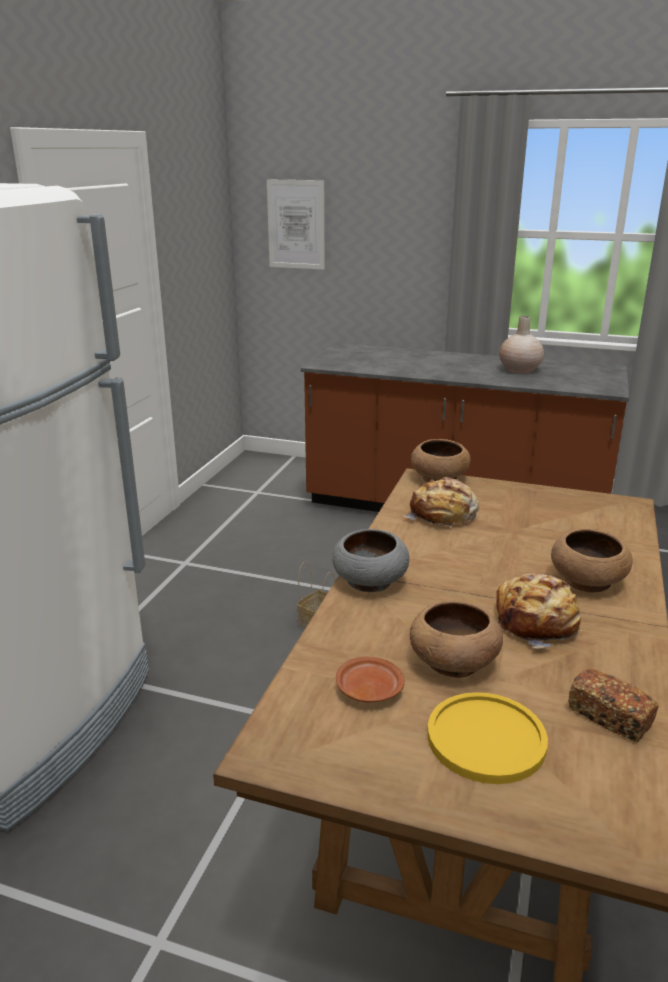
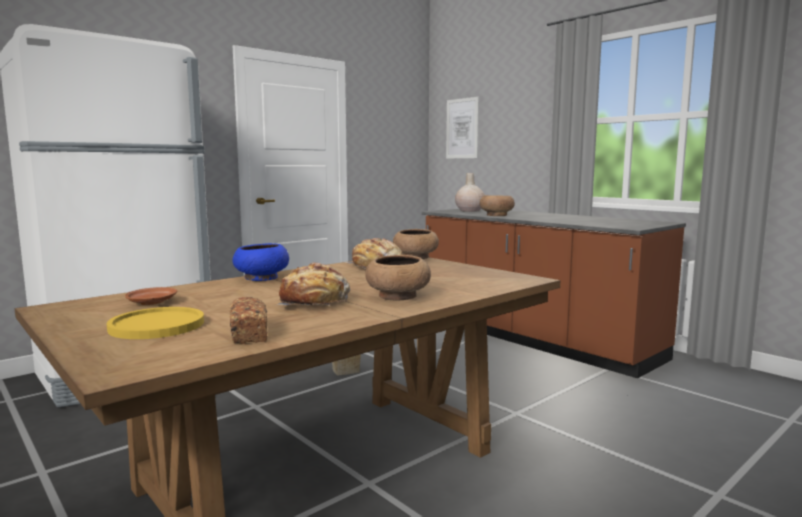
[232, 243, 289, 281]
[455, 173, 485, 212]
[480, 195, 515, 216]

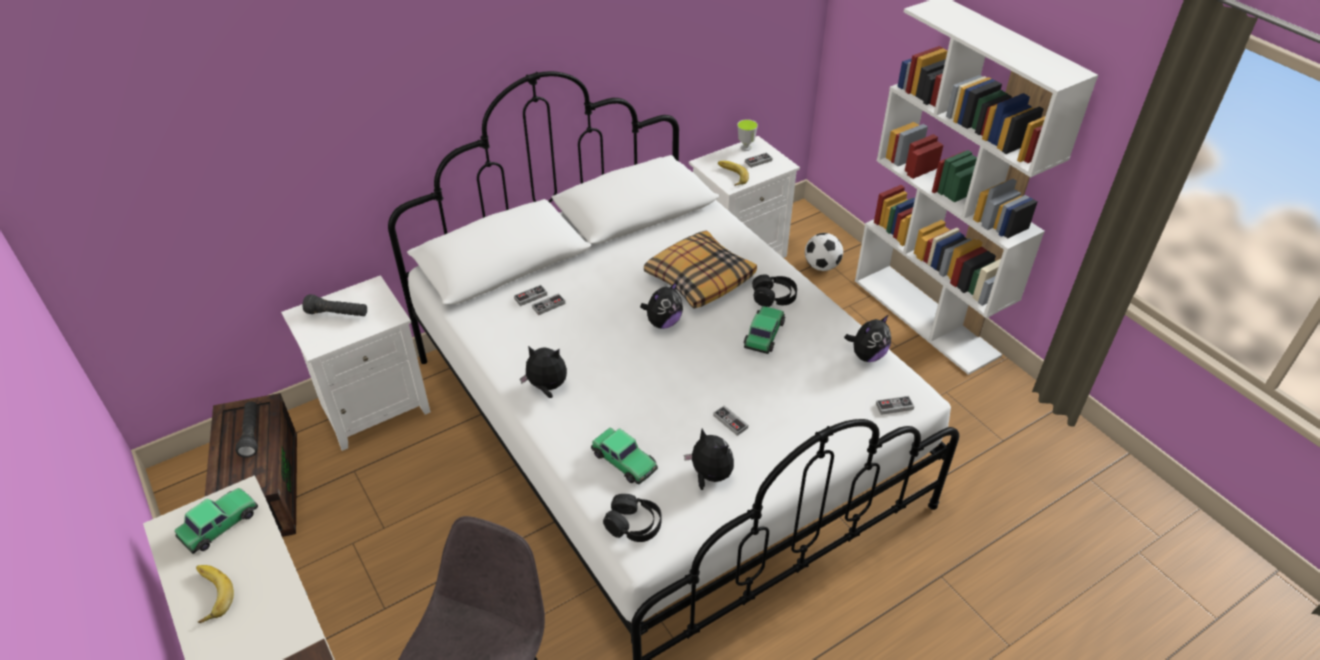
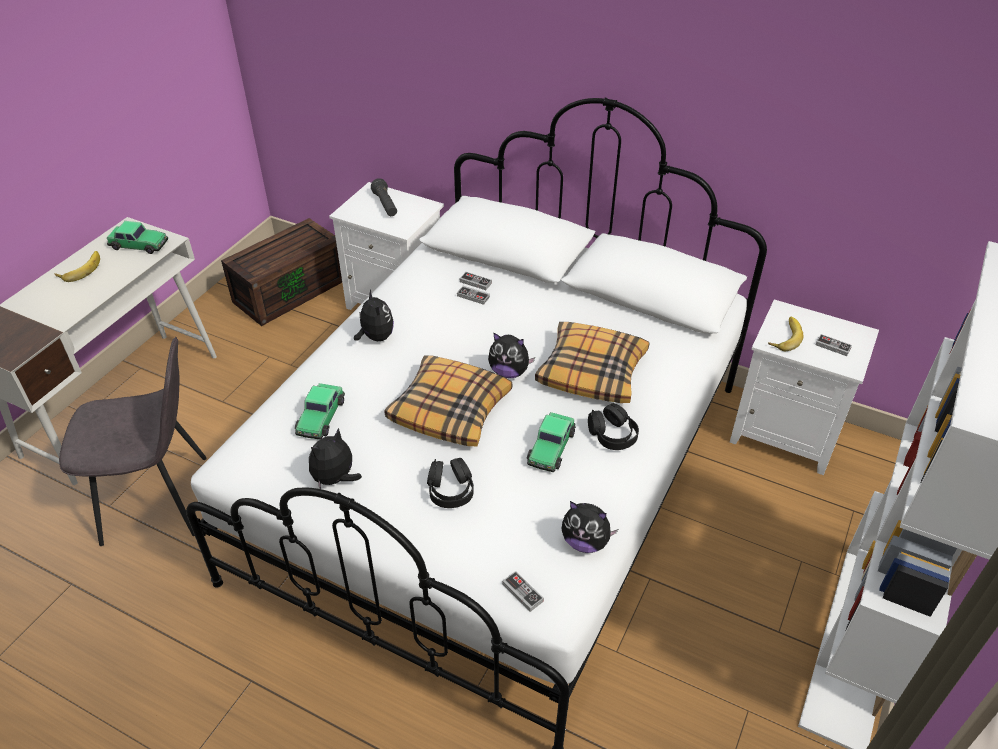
[309, 428, 362, 489]
[385, 355, 512, 446]
[427, 458, 474, 508]
[526, 412, 576, 472]
[235, 401, 258, 458] (first image)
[713, 405, 748, 436] (first image)
[737, 119, 758, 151] (first image)
[805, 233, 843, 271] (first image)

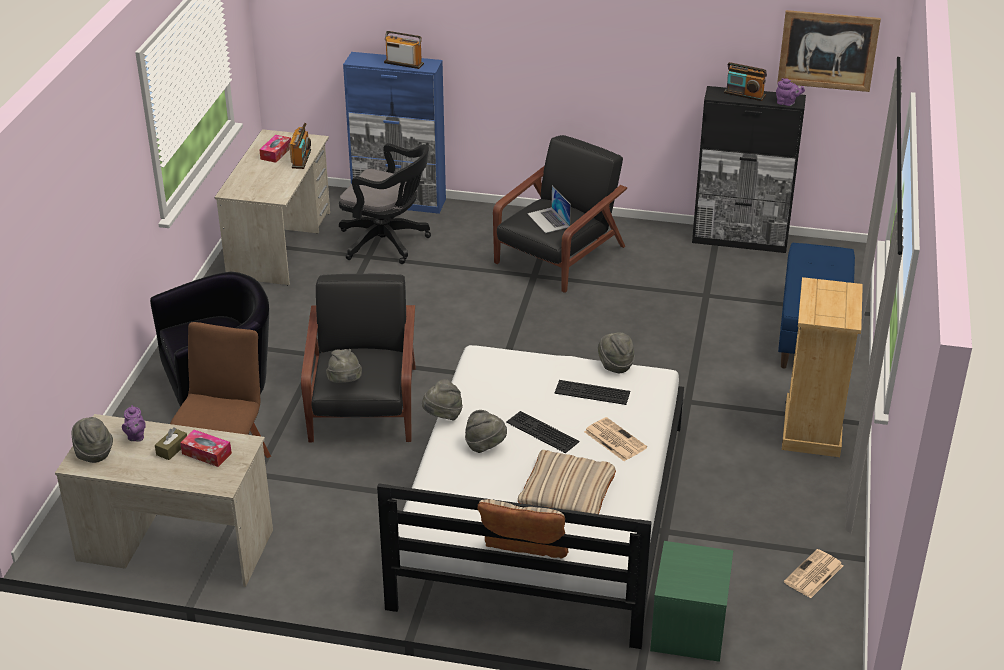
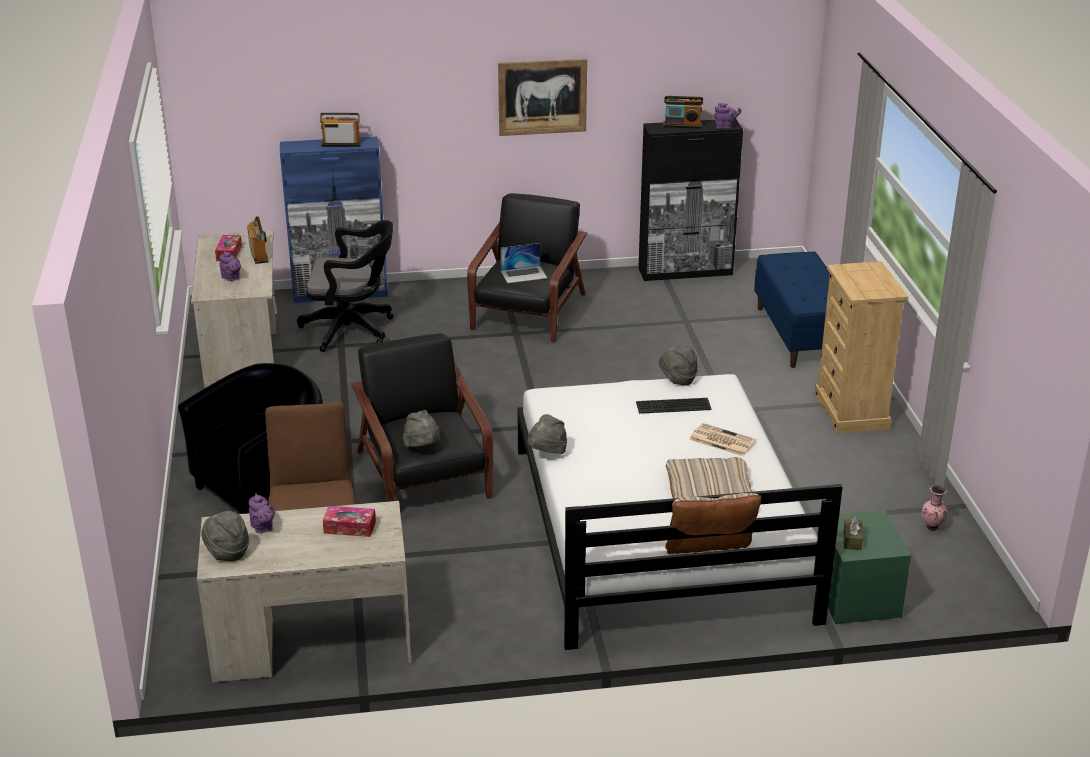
[219, 251, 241, 281]
[498, 59, 587, 136]
[500, 243, 547, 283]
[844, 516, 863, 550]
[922, 485, 947, 531]
[465, 410, 507, 453] (first image)
[506, 411, 580, 453] (first image)

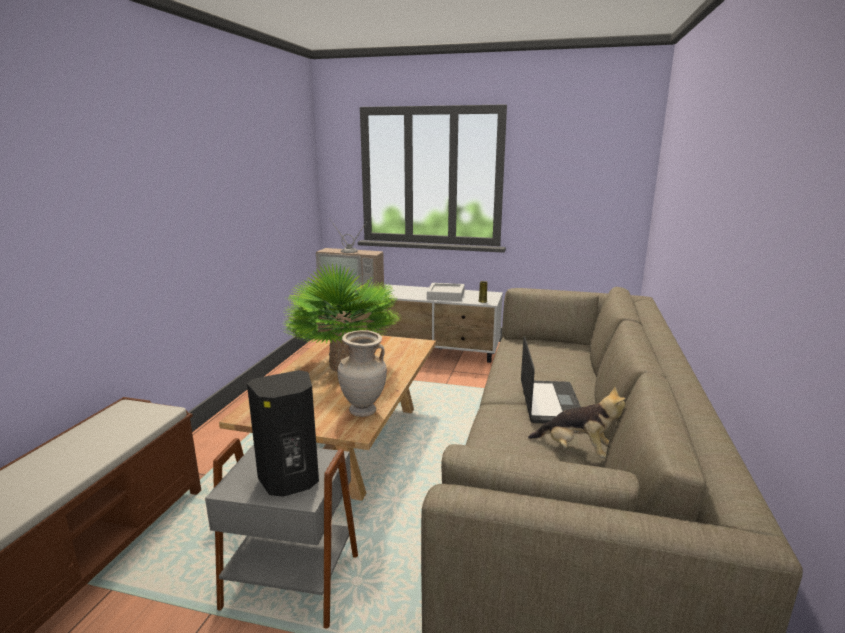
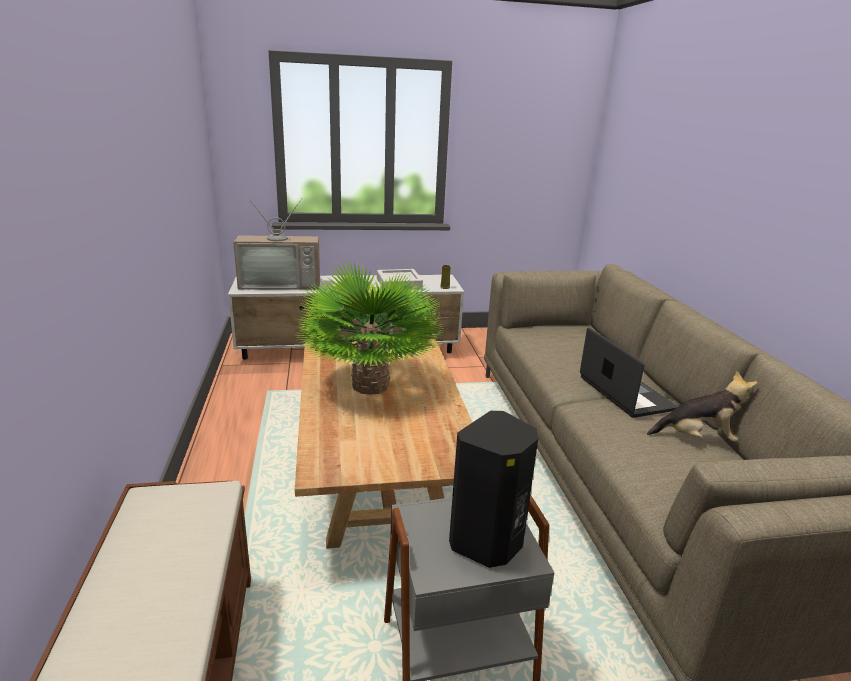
[337, 330, 387, 417] (first image)

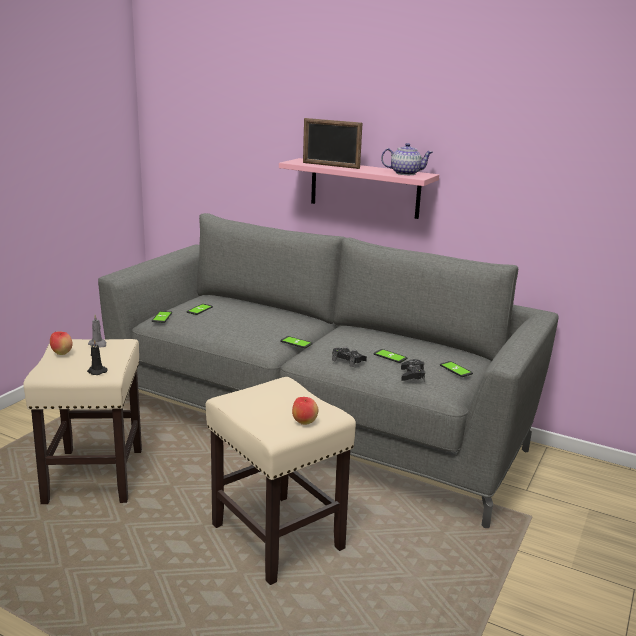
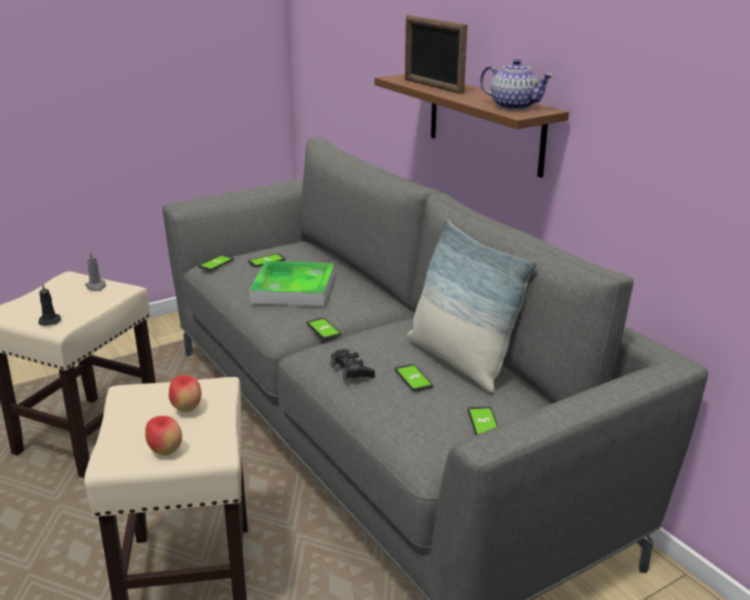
[169, 375, 201, 412]
[249, 261, 334, 307]
[375, 74, 569, 178]
[407, 219, 537, 393]
[401, 359, 425, 381] (first image)

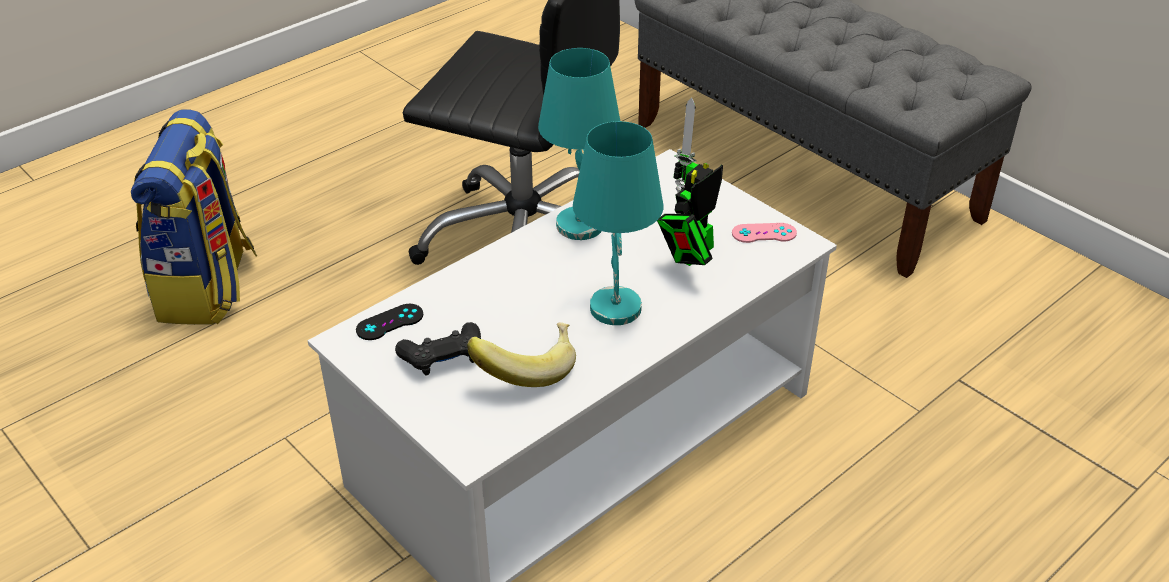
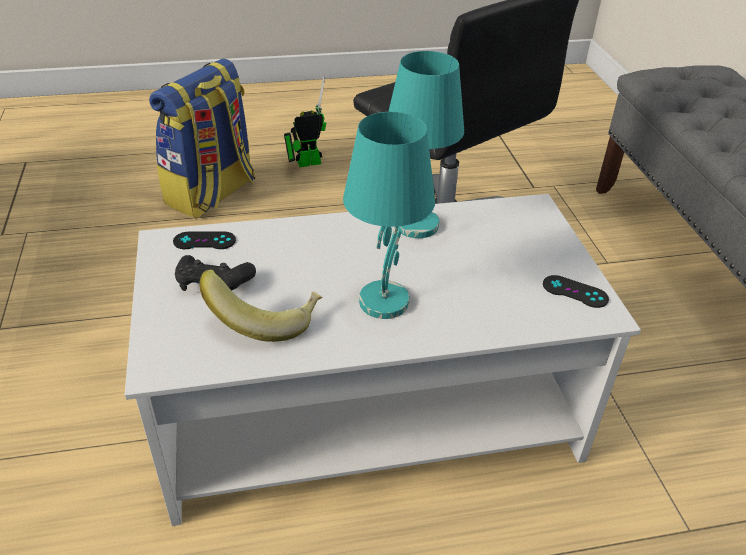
[284, 76, 326, 167]
[543, 275, 609, 308]

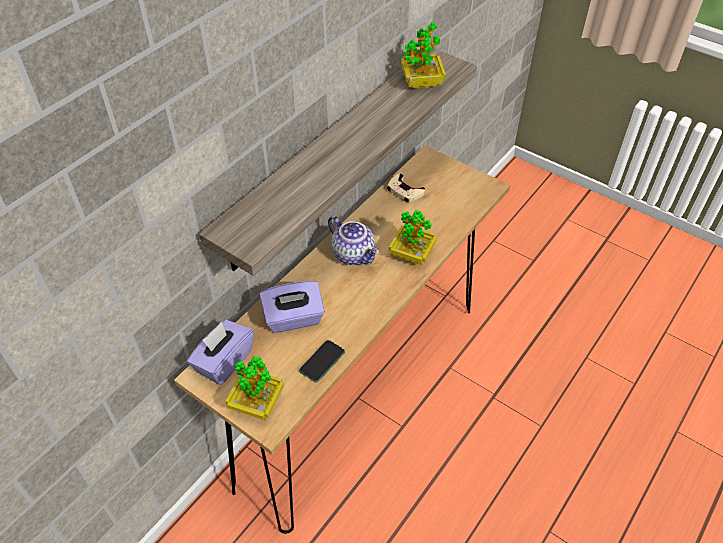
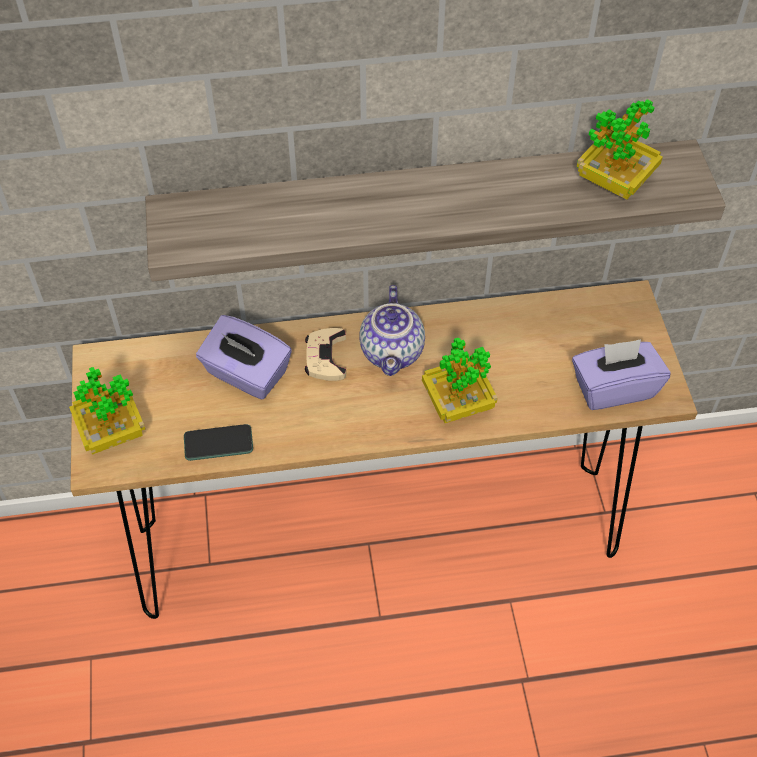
[305, 328, 346, 381]
[572, 339, 671, 410]

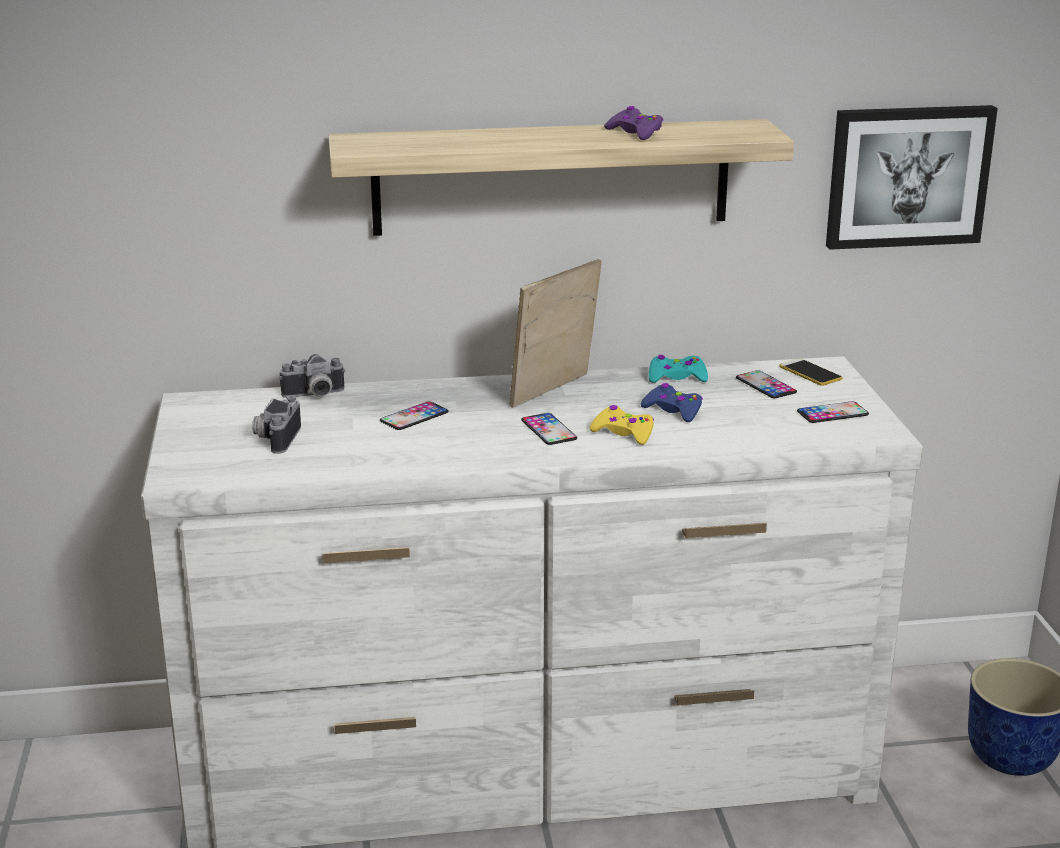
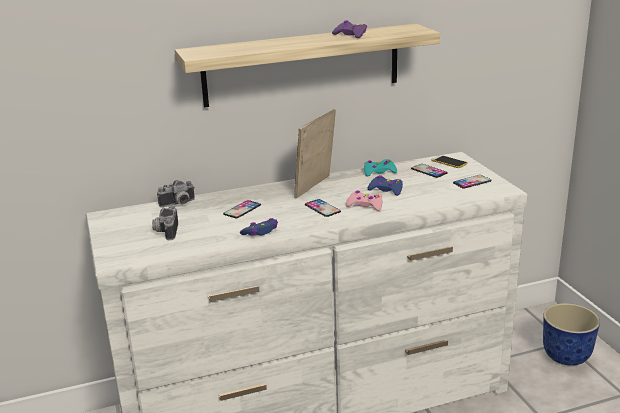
[240, 218, 278, 236]
[346, 190, 382, 211]
[826, 105, 998, 250] (first image)

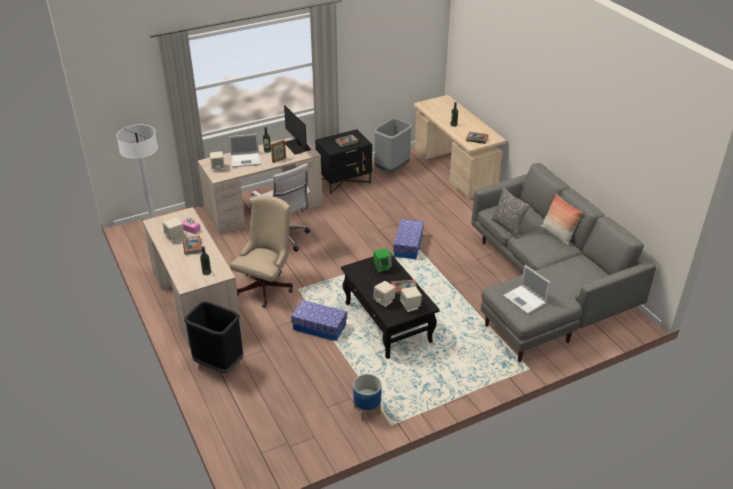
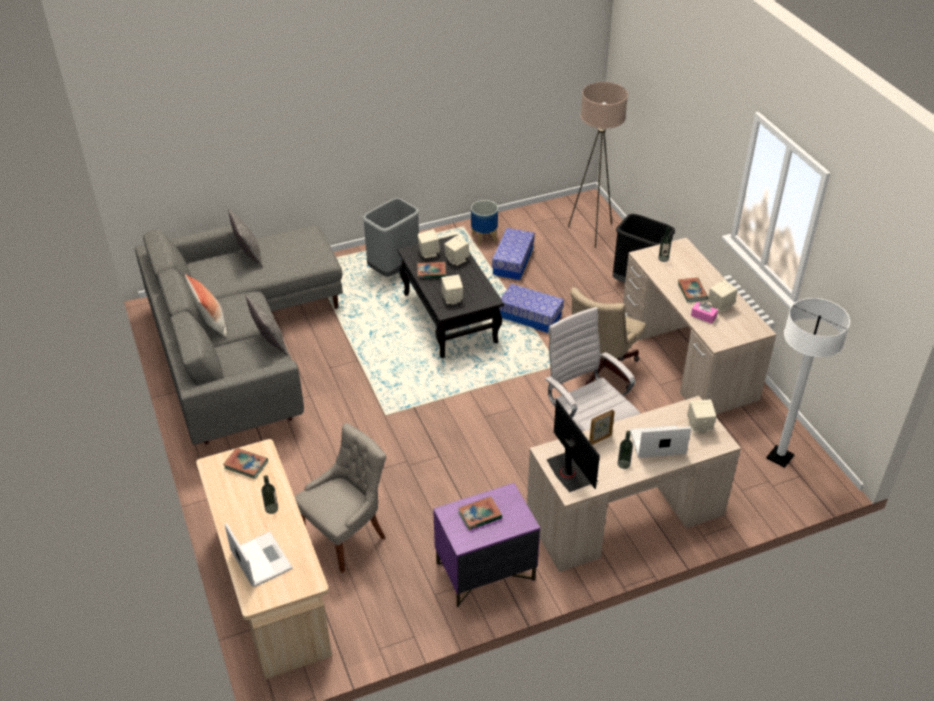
[224, 523, 293, 587]
[228, 209, 263, 267]
[294, 423, 386, 573]
[362, 198, 420, 277]
[433, 483, 540, 607]
[441, 275, 463, 305]
[492, 228, 535, 280]
[568, 82, 628, 248]

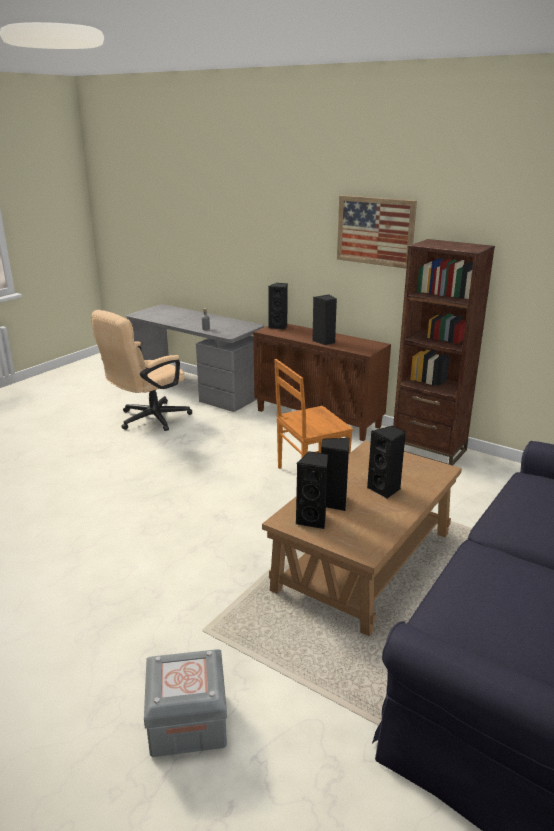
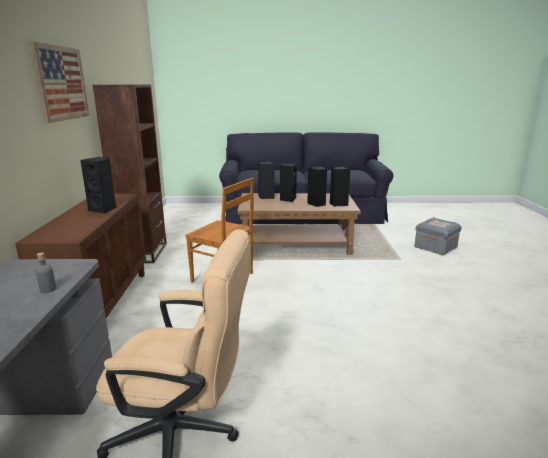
[258, 161, 275, 199]

